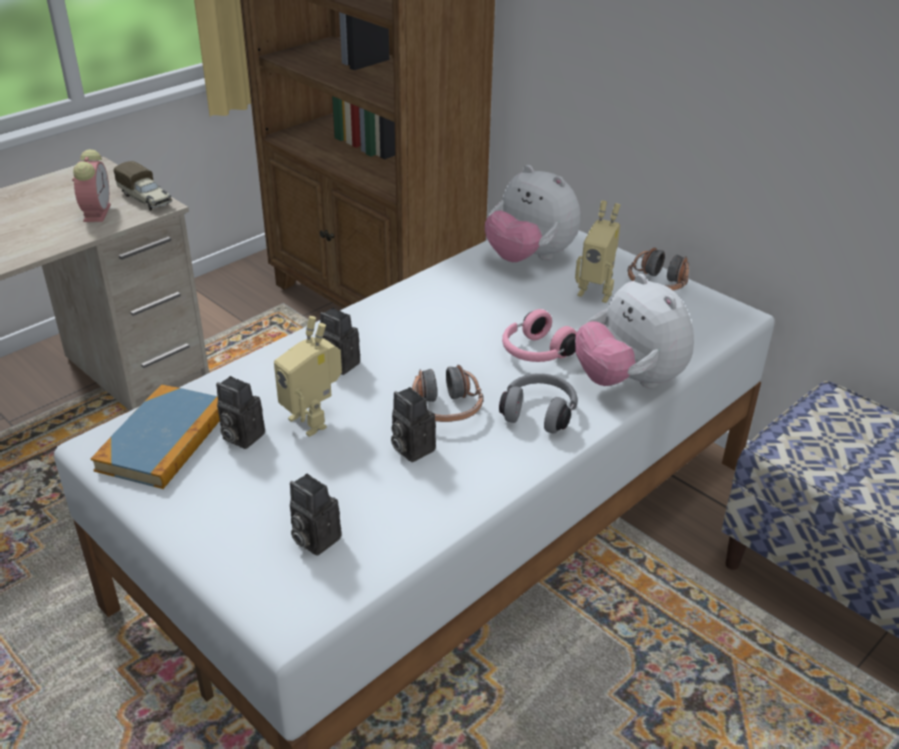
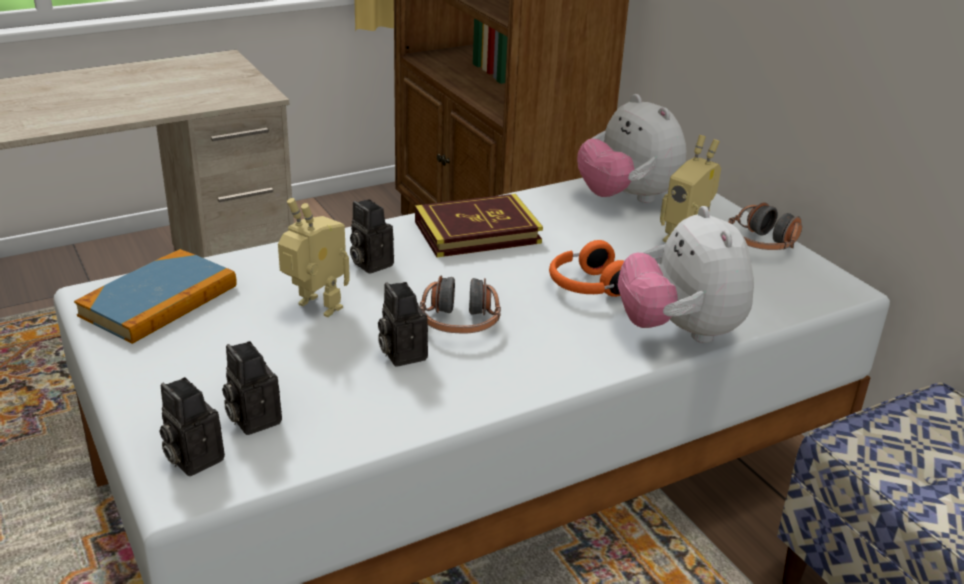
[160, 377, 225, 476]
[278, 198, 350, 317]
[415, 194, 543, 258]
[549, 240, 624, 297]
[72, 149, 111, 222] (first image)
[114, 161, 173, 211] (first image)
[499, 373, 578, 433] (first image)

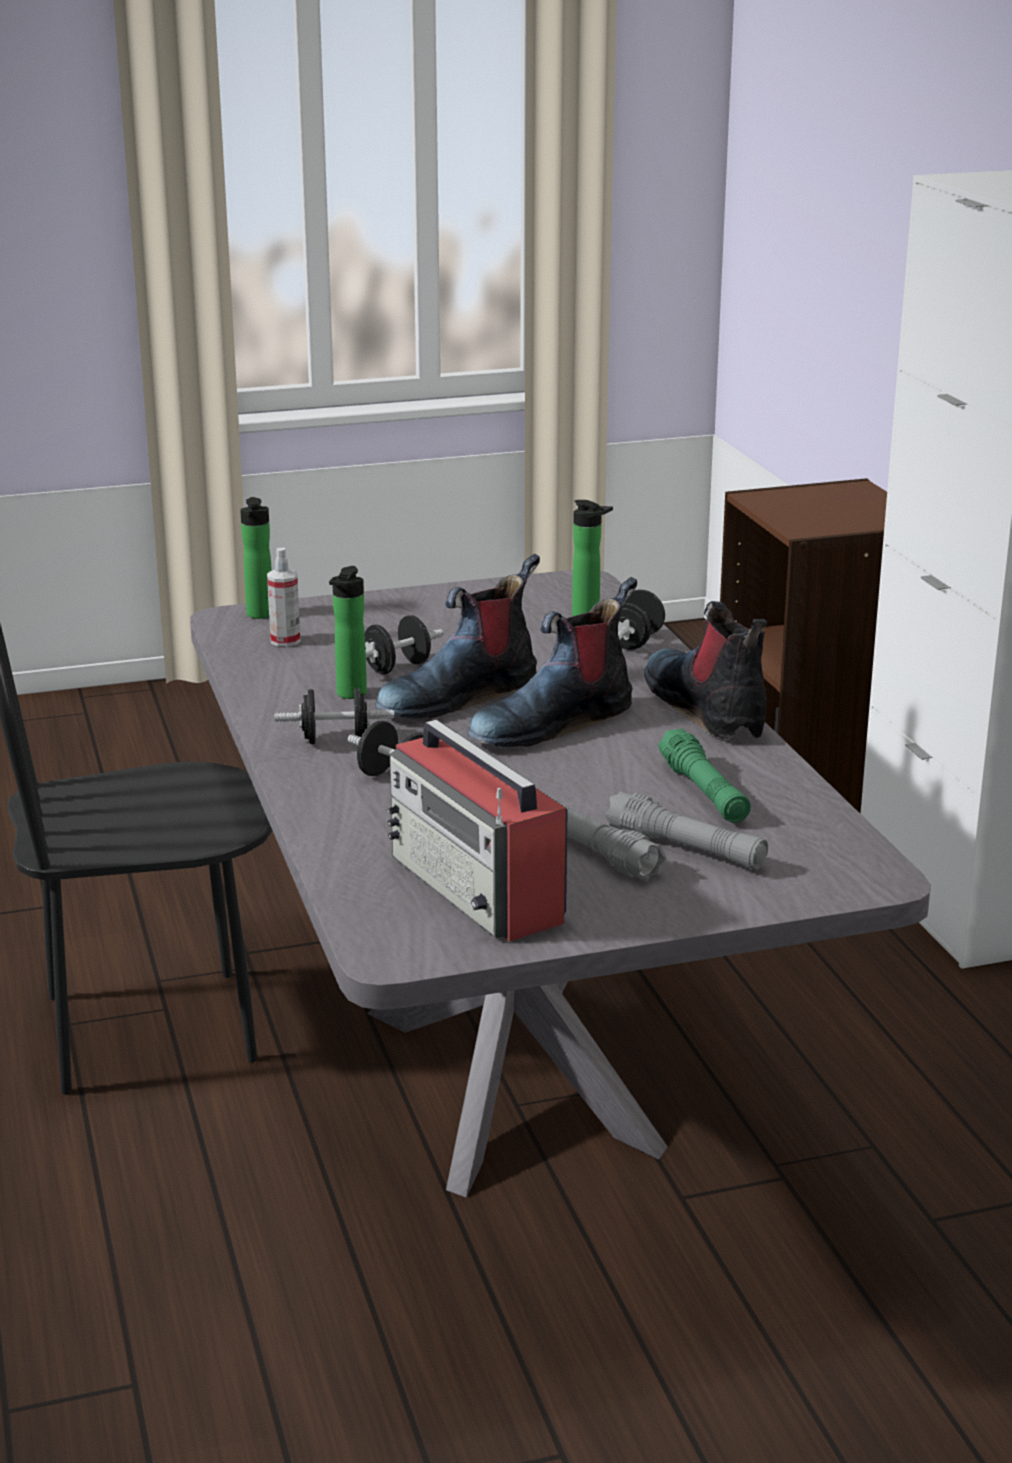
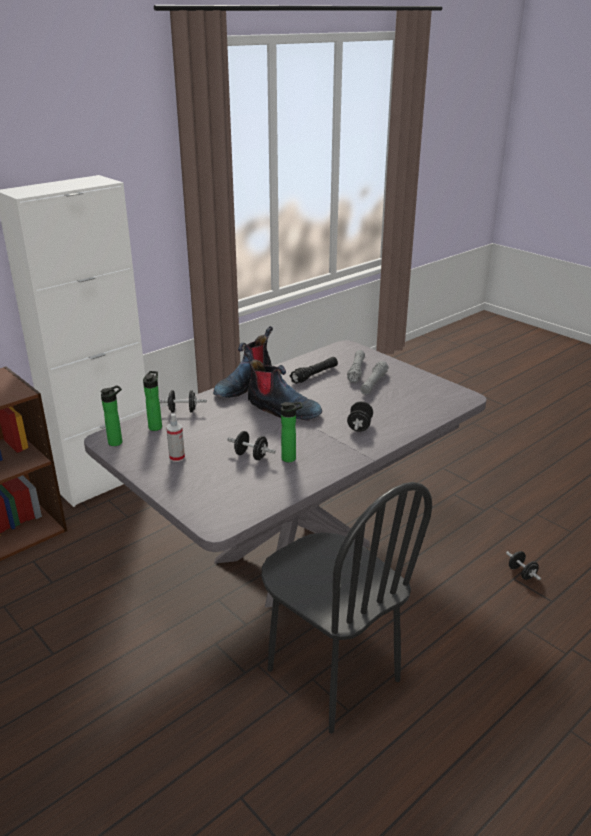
[100, 385, 122, 446]
[166, 413, 185, 462]
[290, 357, 338, 384]
[506, 551, 541, 580]
[375, 554, 540, 718] (first image)
[387, 719, 568, 942] (first image)

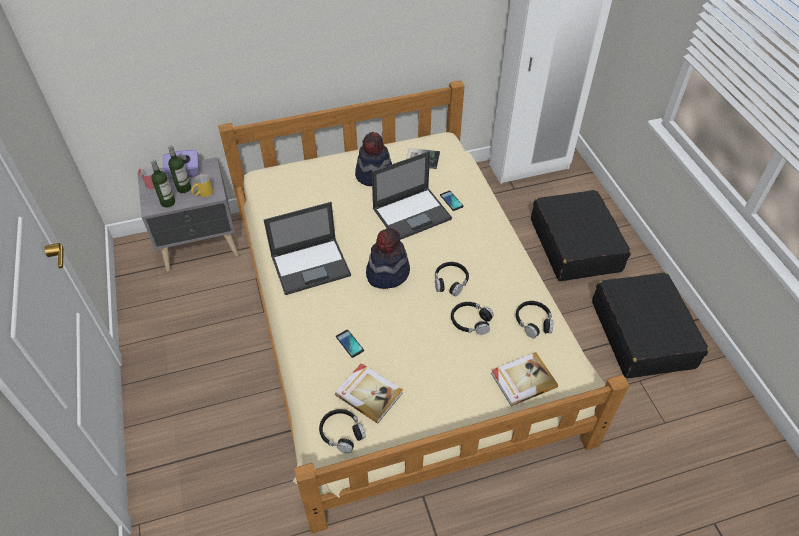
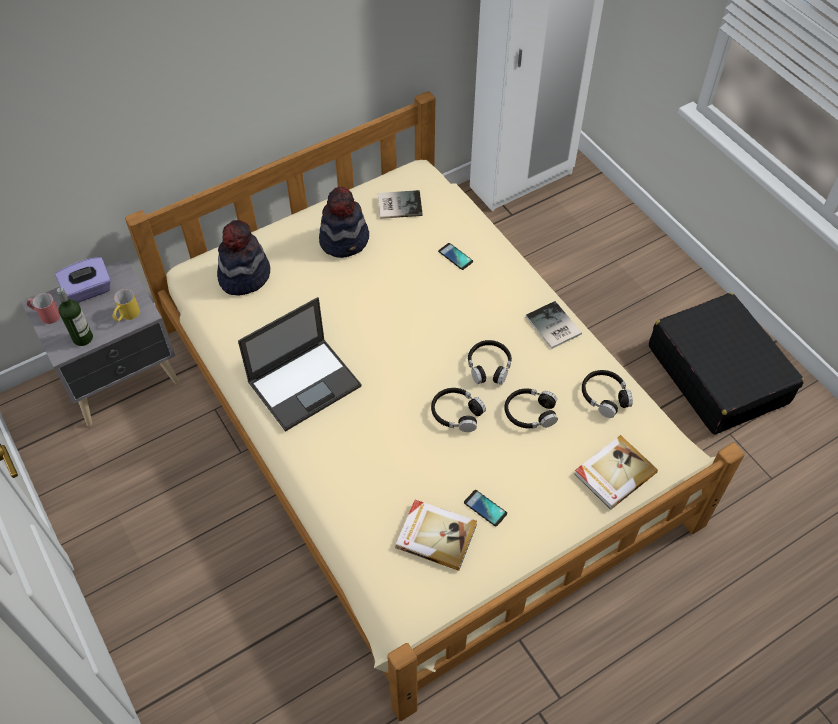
[217, 220, 270, 296]
[431, 388, 486, 432]
[464, 490, 507, 526]
[526, 301, 582, 349]
[168, 145, 191, 193] (first image)
[372, 151, 452, 240] (first image)
[531, 190, 631, 281] (first image)

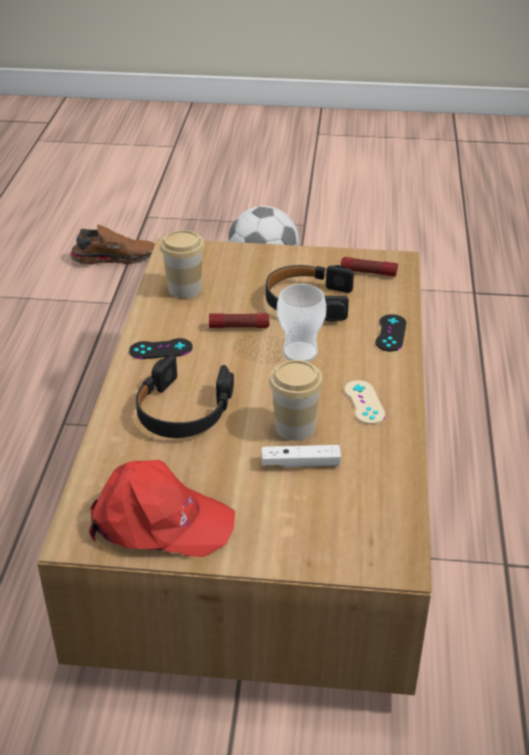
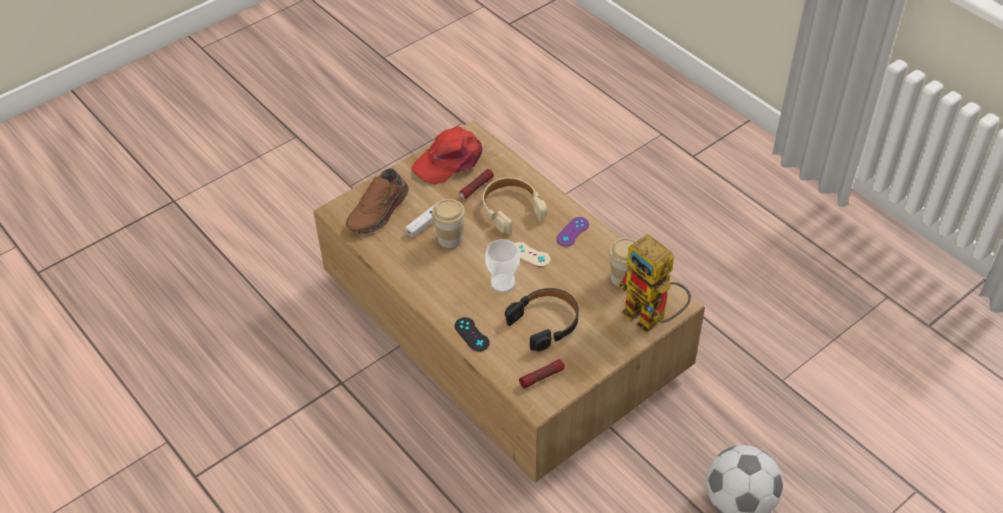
[346, 168, 409, 234]
[459, 169, 494, 199]
[483, 177, 547, 235]
[515, 242, 551, 267]
[556, 217, 589, 247]
[617, 234, 691, 334]

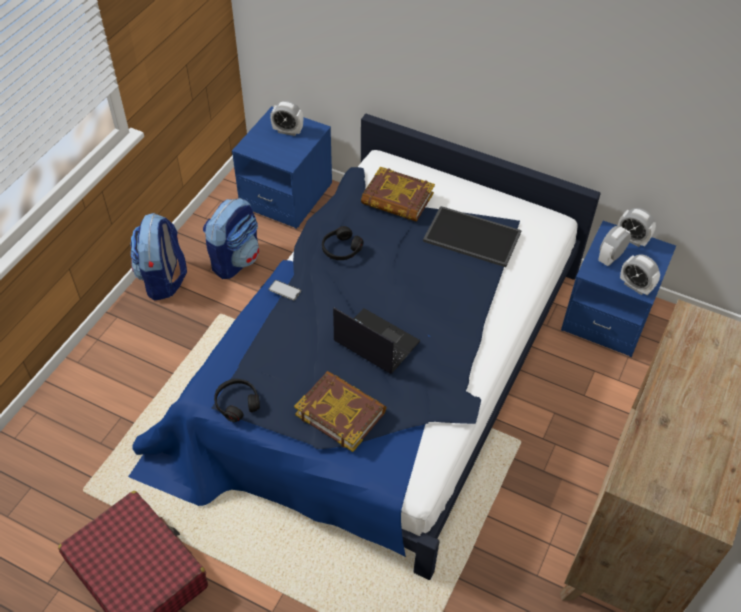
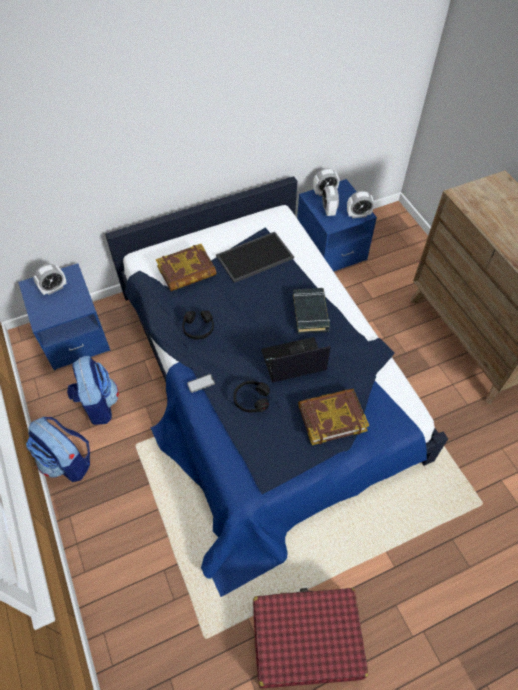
[233, 381, 270, 412]
[293, 288, 330, 334]

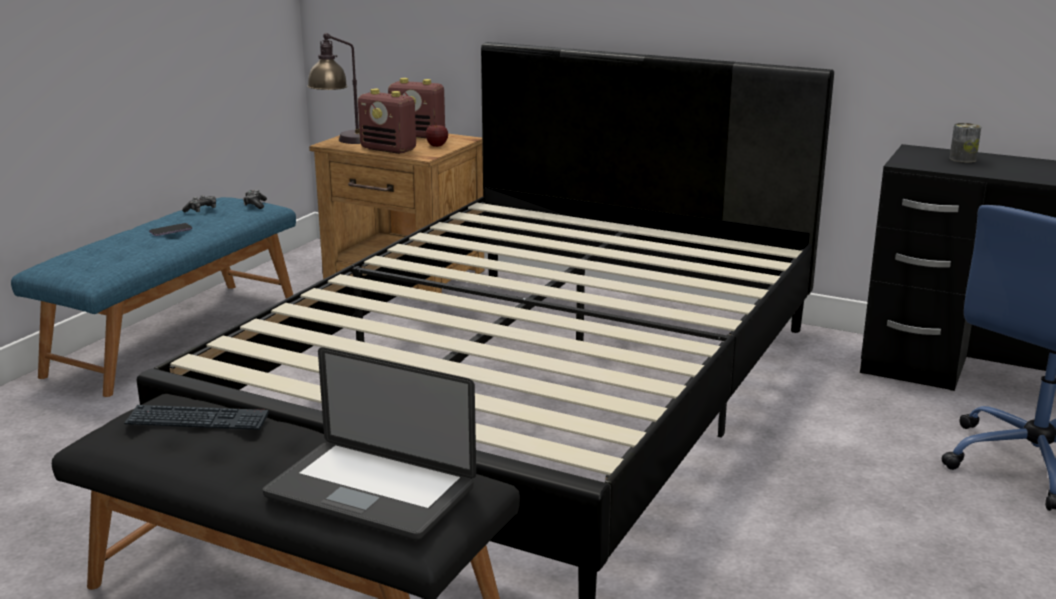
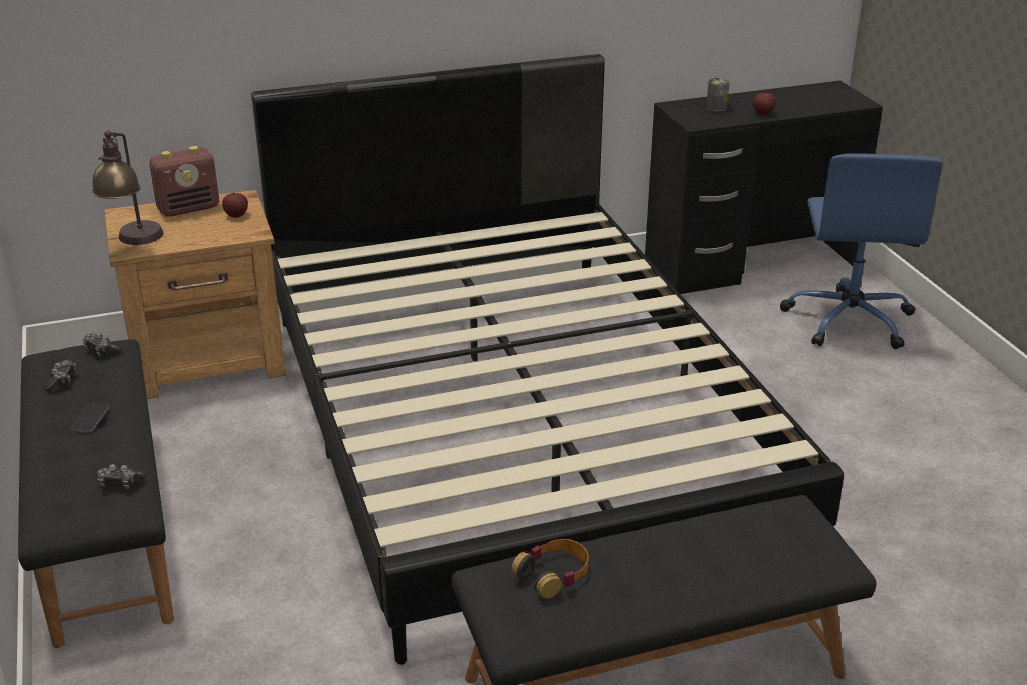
[18, 339, 174, 648]
[96, 464, 146, 489]
[511, 539, 589, 599]
[753, 93, 776, 115]
[263, 347, 476, 540] (first image)
[358, 89, 416, 154] (first image)

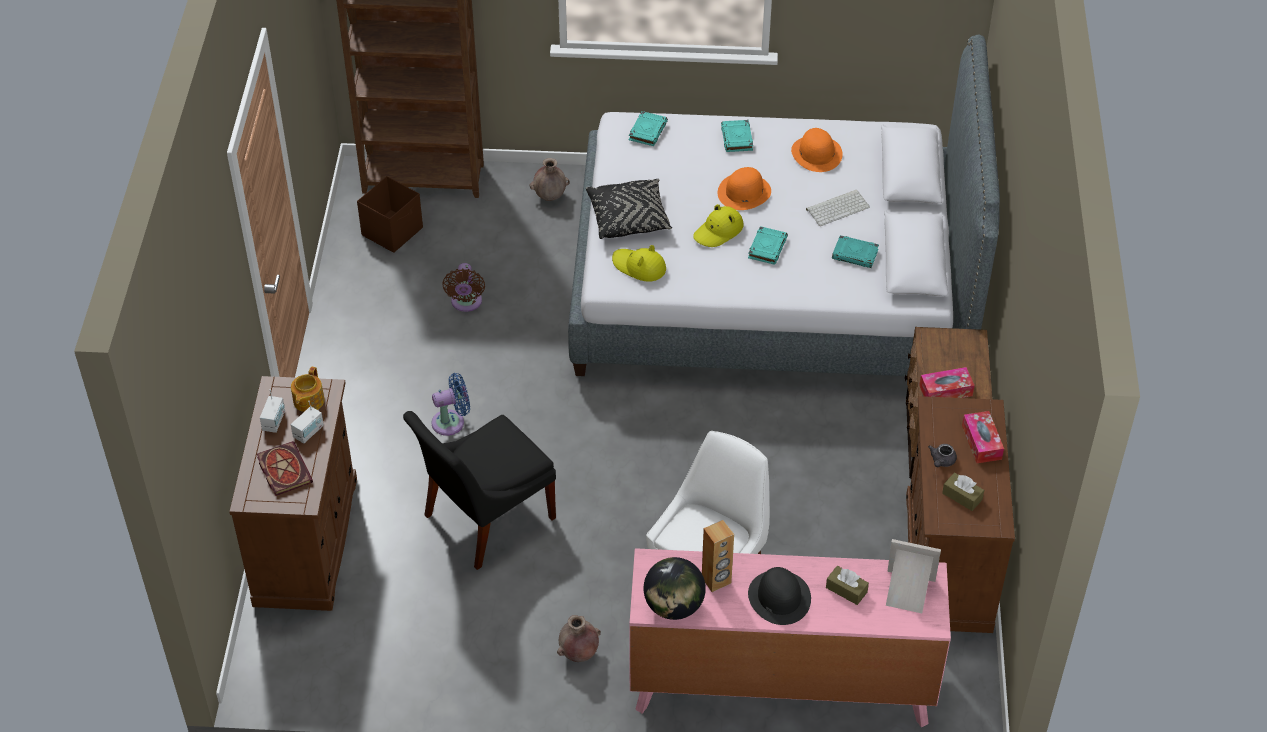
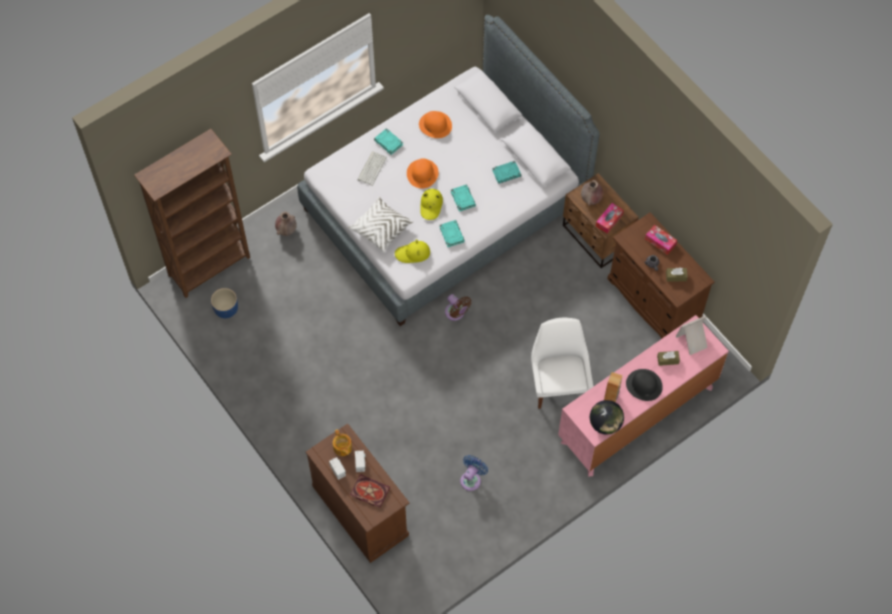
[211, 288, 238, 318]
[348, 197, 413, 253]
[357, 151, 387, 186]
[440, 220, 465, 247]
[445, 294, 472, 321]
[460, 455, 488, 491]
[581, 180, 603, 206]
[403, 411, 556, 570] (first image)

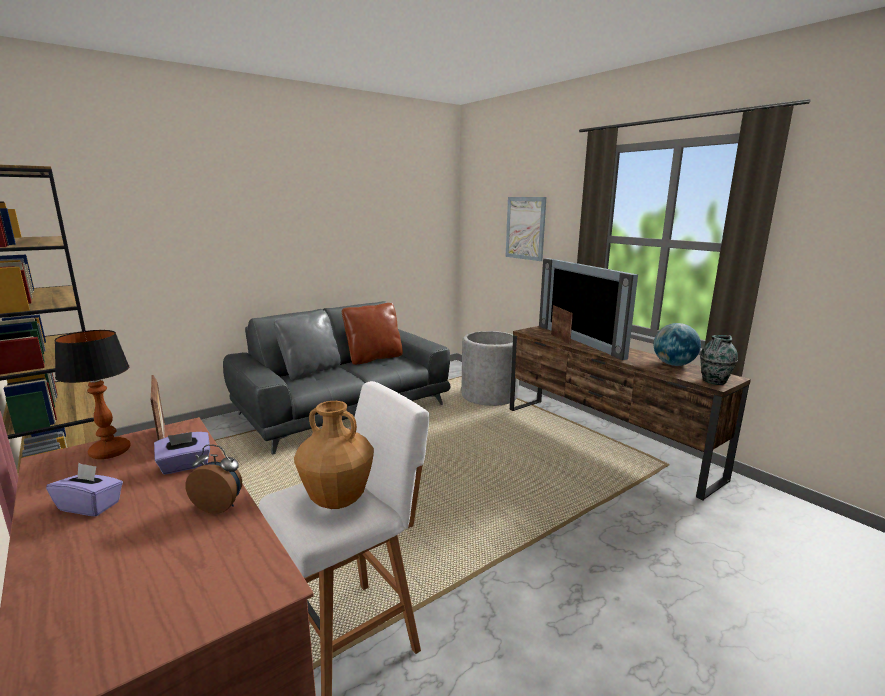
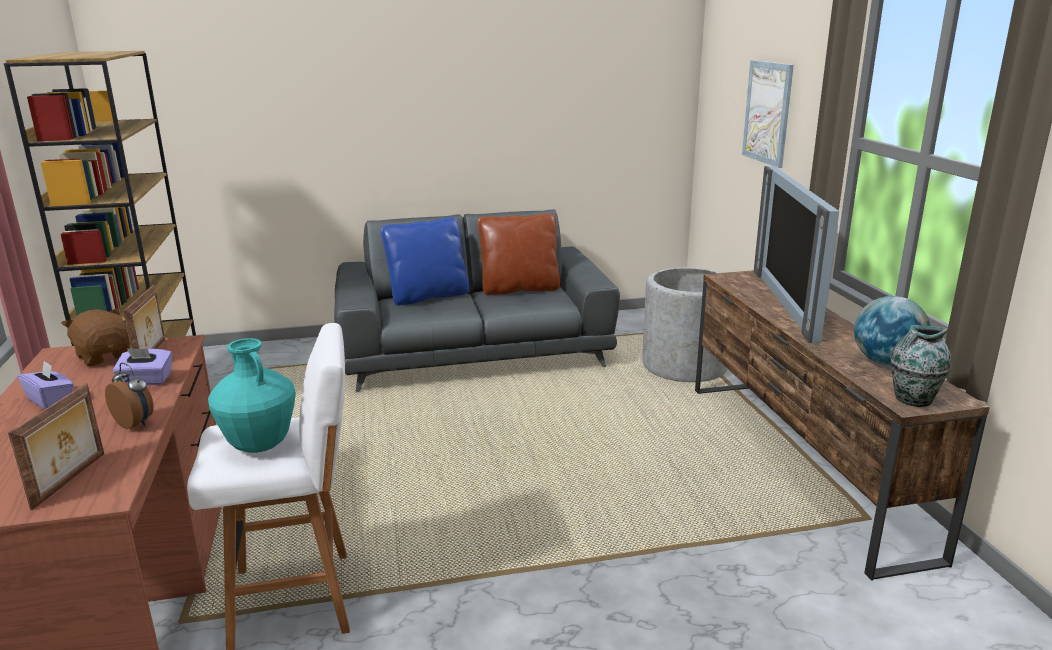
[8, 384, 104, 510]
[61, 309, 131, 366]
[208, 338, 296, 453]
[381, 218, 469, 306]

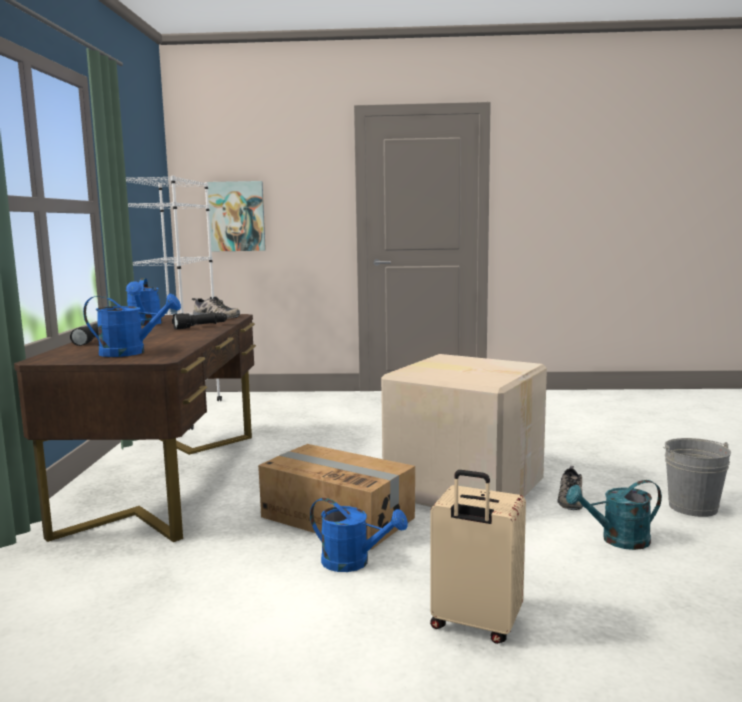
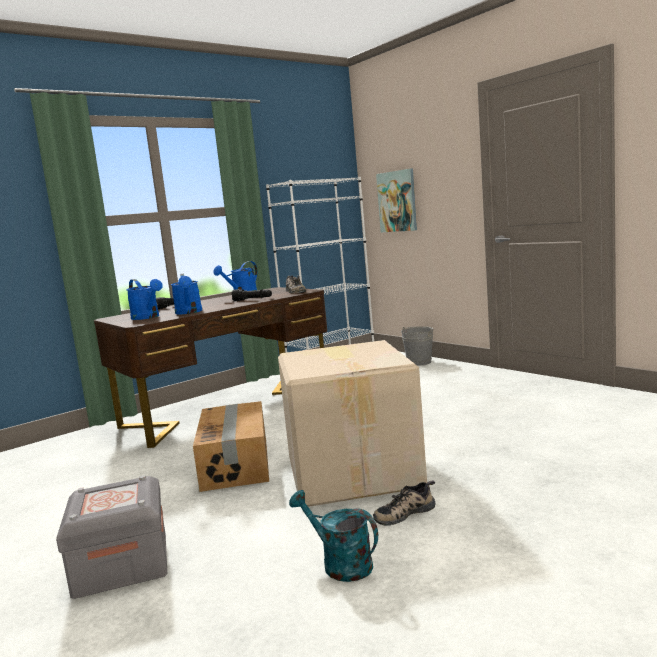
[56, 475, 167, 599]
[171, 273, 202, 314]
[401, 326, 433, 366]

